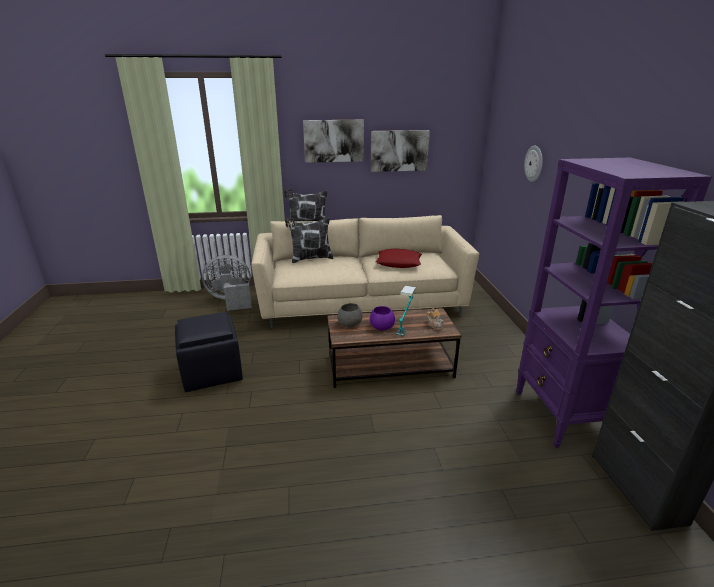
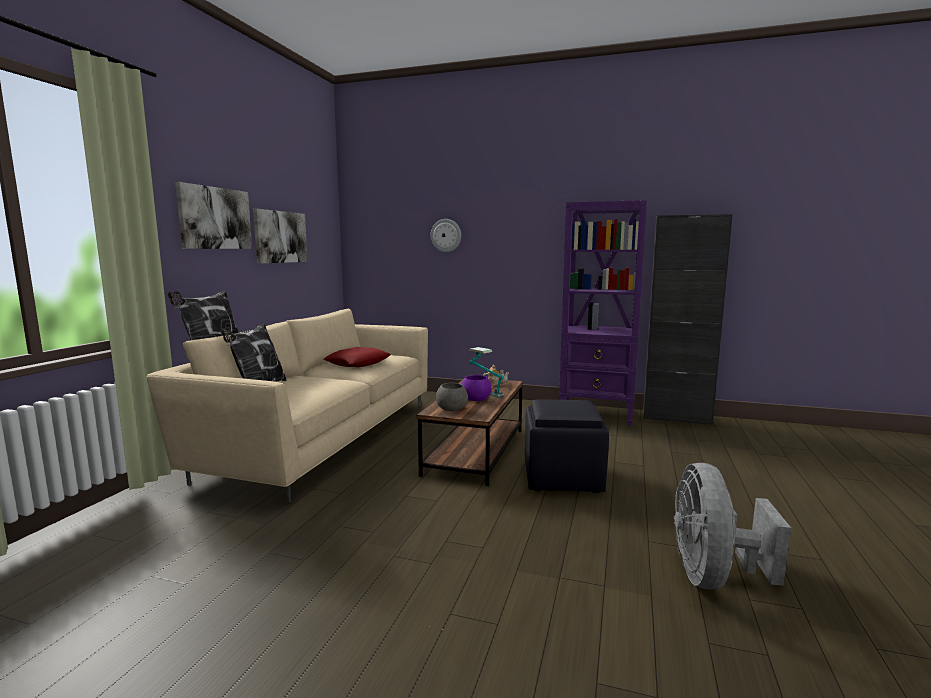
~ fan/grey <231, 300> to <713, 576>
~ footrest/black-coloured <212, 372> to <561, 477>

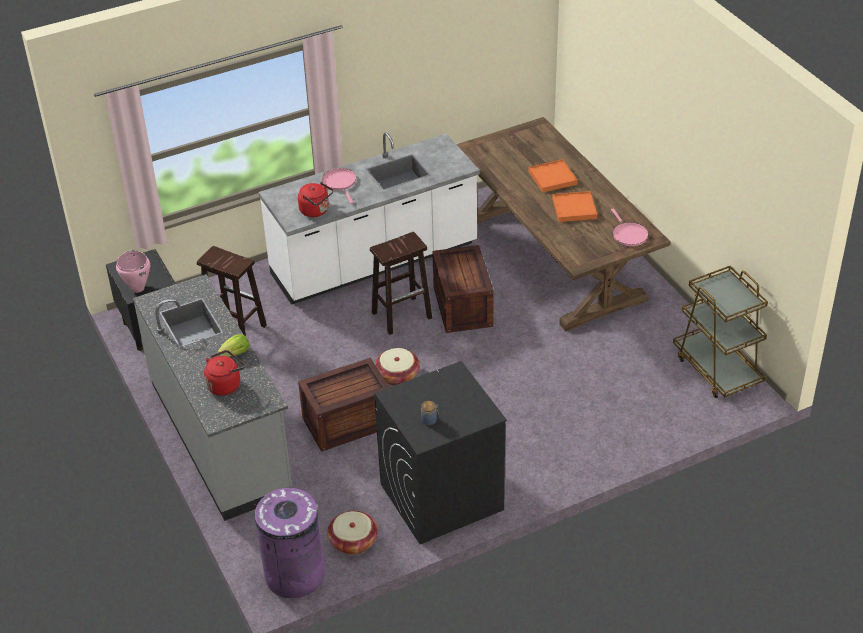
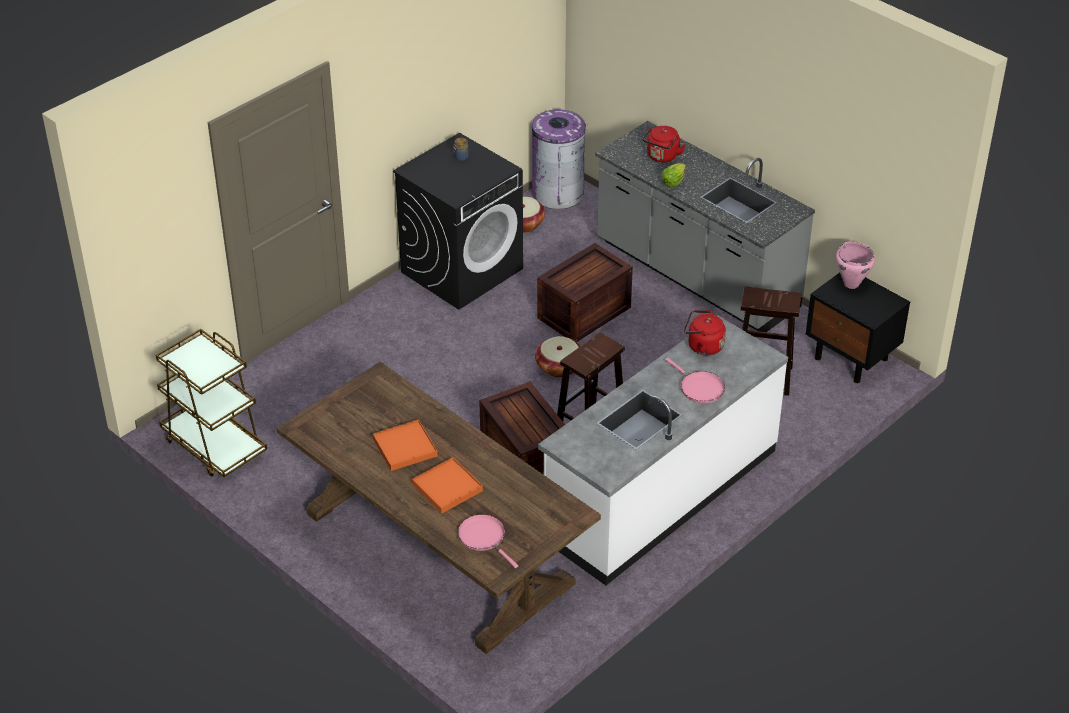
~ skillet/pinkish <628, 235> to <484, 537>

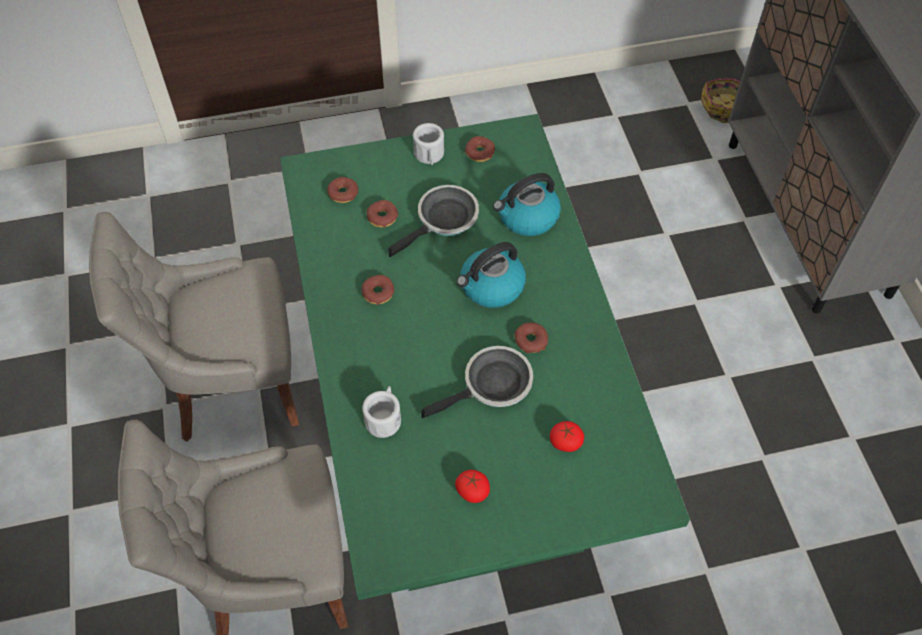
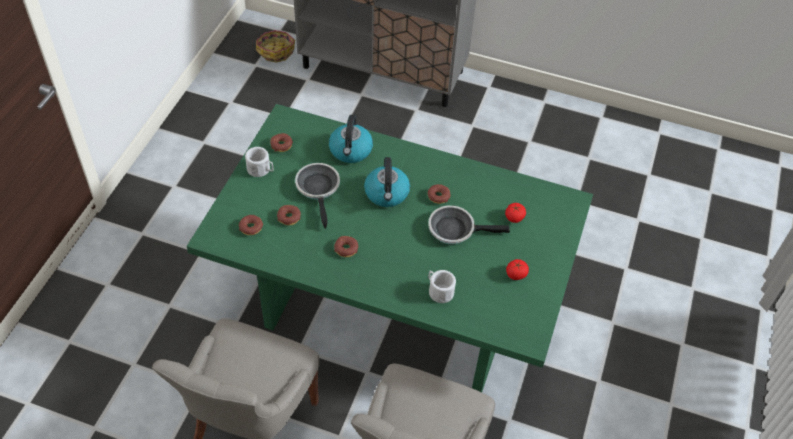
~ skillet <492, 386> = <455, 229> 90 degrees counterclockwise

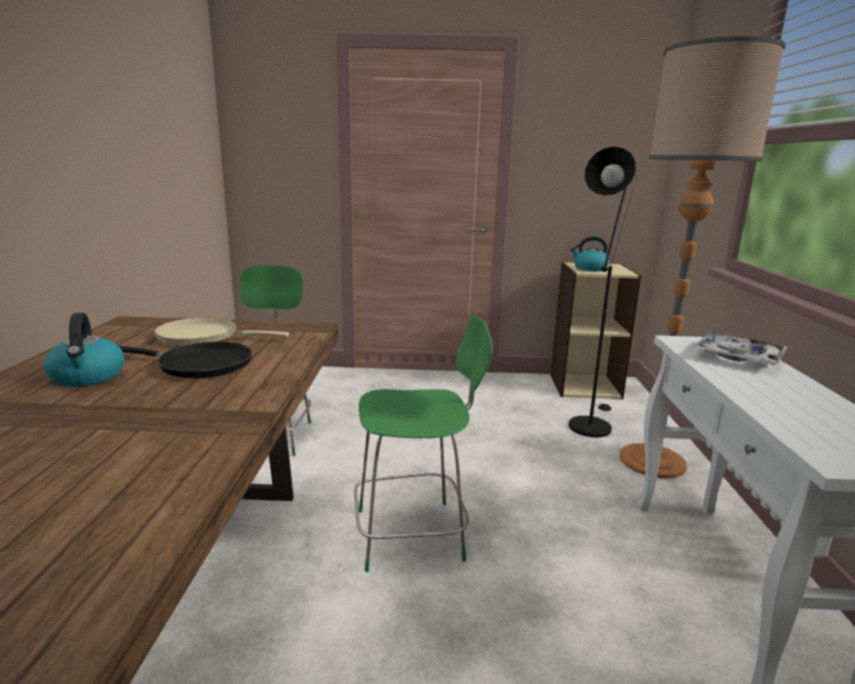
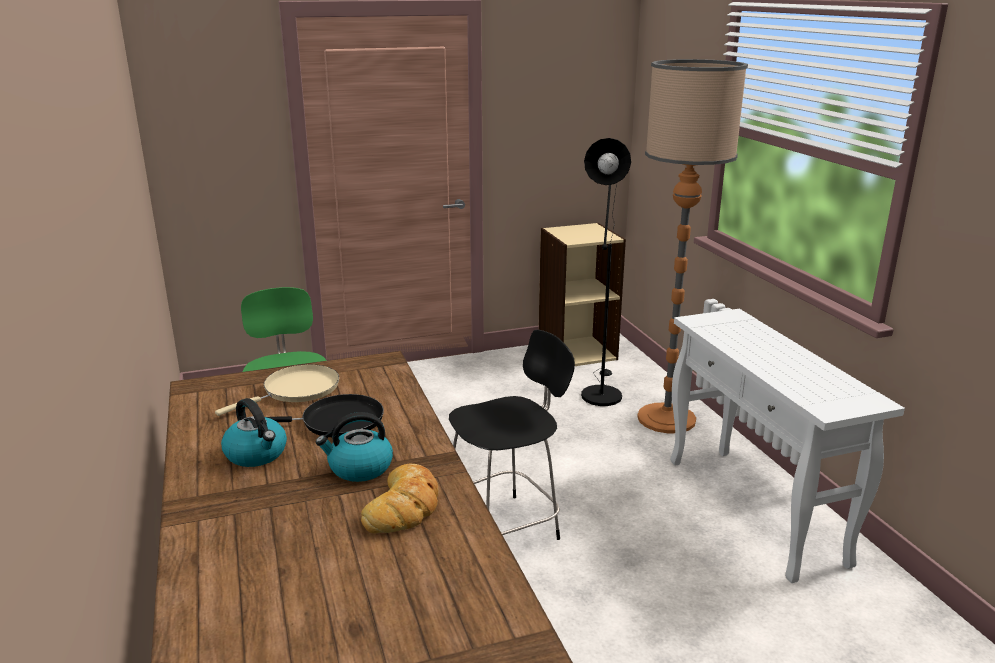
~ water kettle <589, 269> to <359, 468>
~ upright chair/green-coloured <414, 534> to upright chair/black-coloured <505, 528>
~ skillet/beige <204, 336> = <296, 390> 150 degrees clockwise
- carrying tray <738, 357>
+ bakery bread <405, 506>

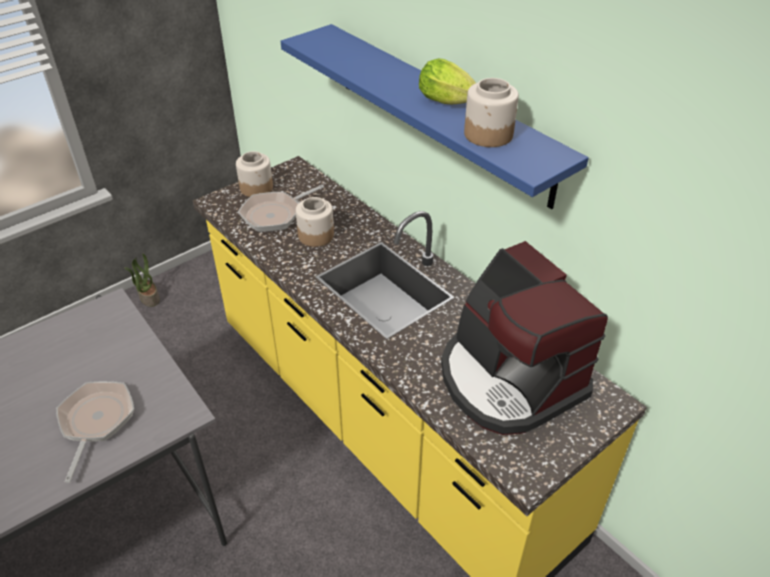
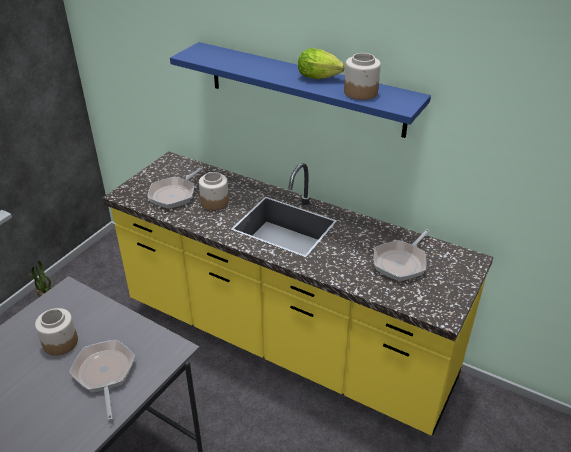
~ preserve jar <256, 187> to <60, 342>
~ coffee machine <509, 379> to skillet <401, 262>

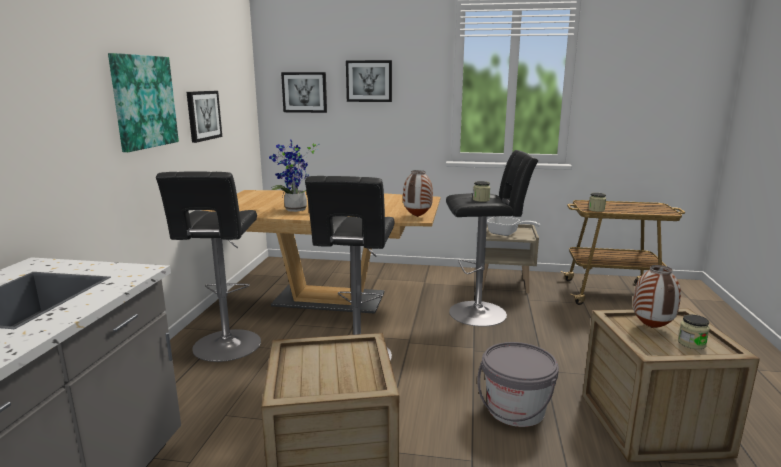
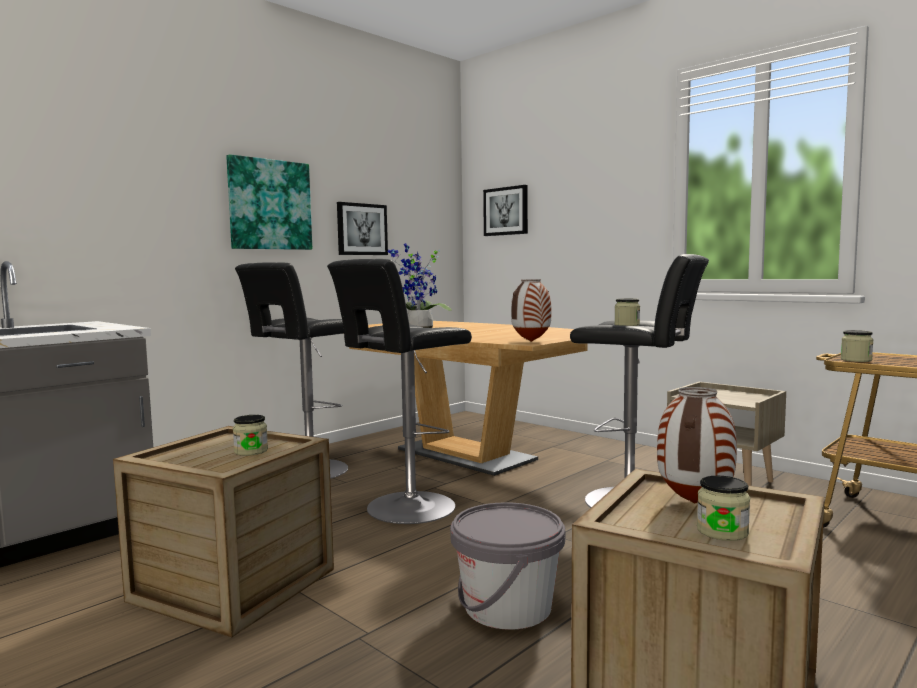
- picture <369, 81>
- skillet <506, 234>
+ preserve jar <251, 451>

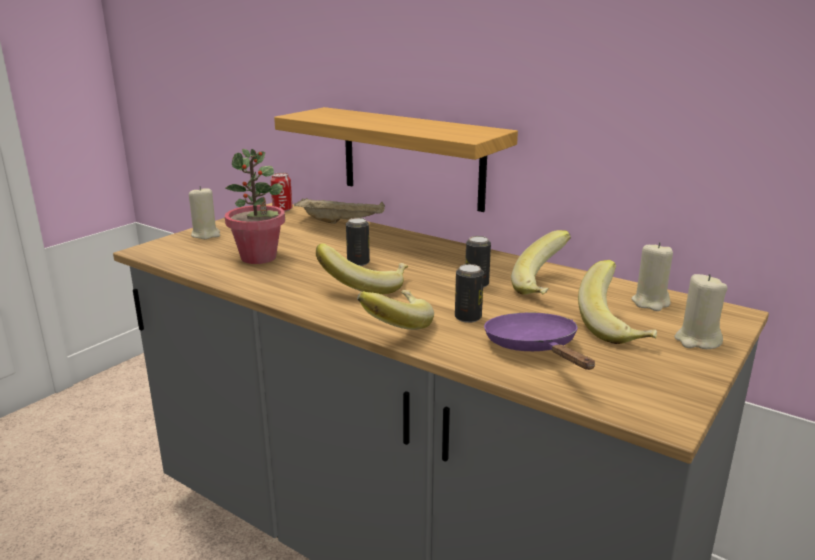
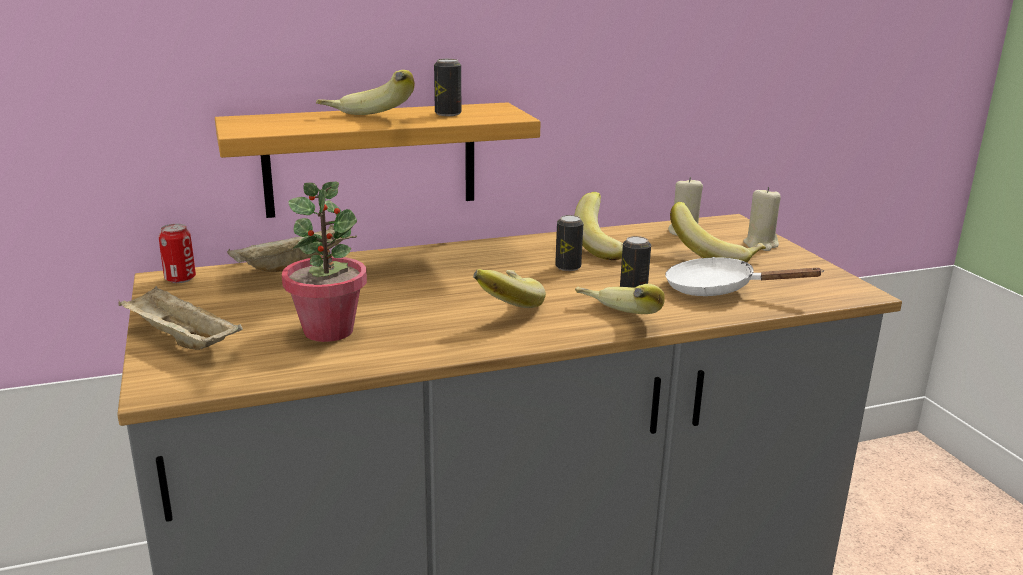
~ candle/beige <206, 234> to carrying tray/beige <180, 339>
~ sealed can <358, 263> to <448, 114>
~ skillet/purplish <534, 348> to skillet/whitish <718, 290>
+ whole banana <366, 120>

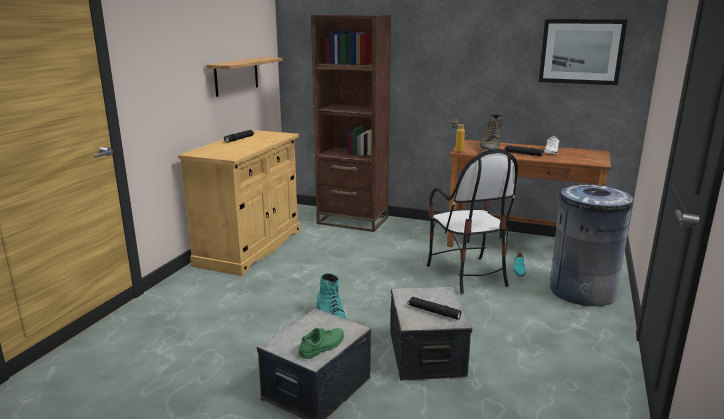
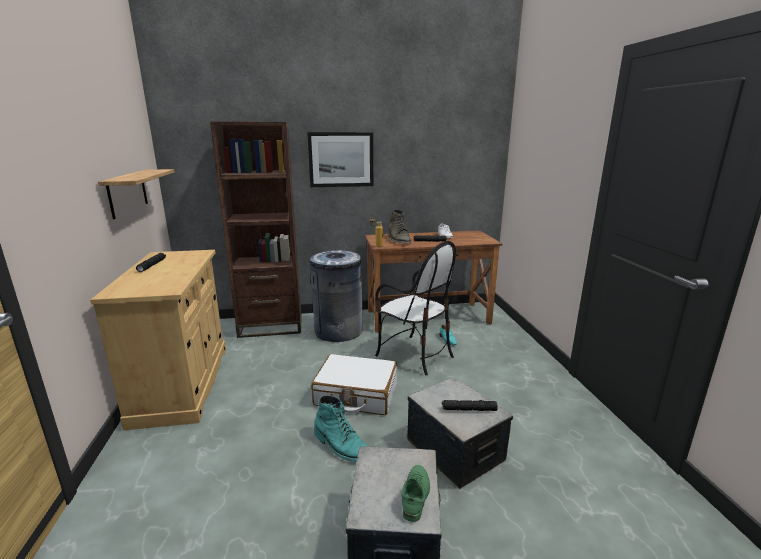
~ picture <581, 51> to <341, 159>
~ waste bin/grey <582, 291> to <338, 331>
+ suitcase/whitish <356, 394>

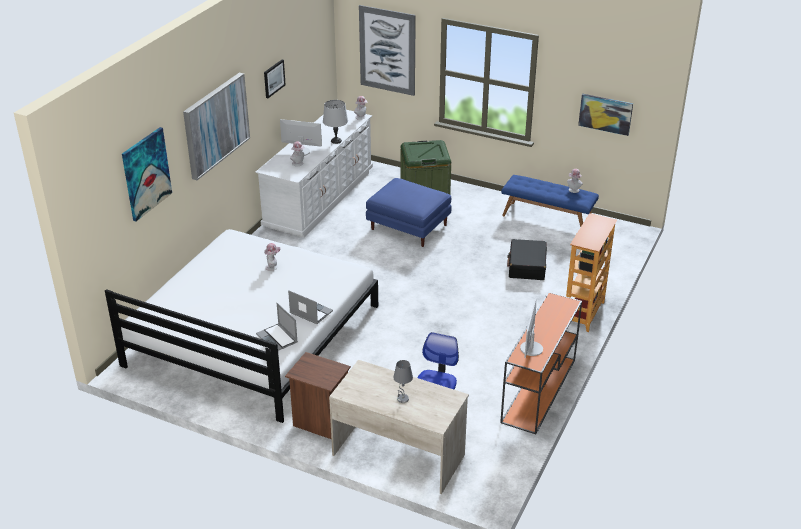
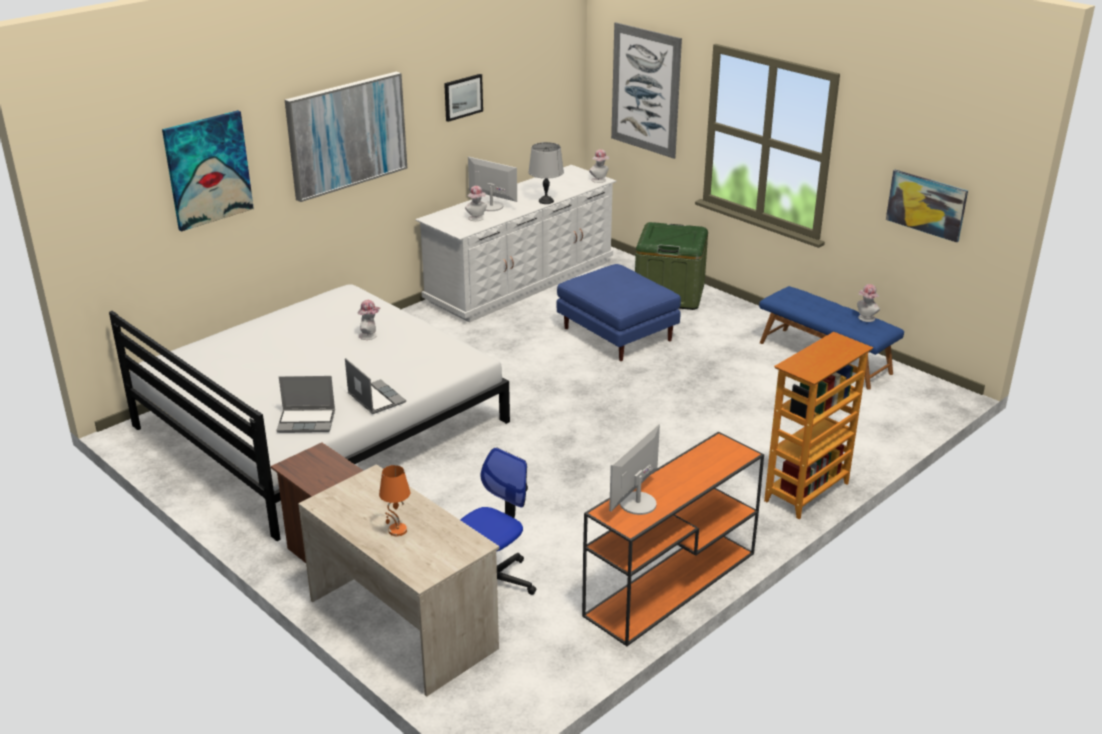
- suitcase/black-coloured <527, 266>
~ notebook computer <277, 339> = <307, 421> 75 degrees counterclockwise
~ tabletop lamp/grey <403, 399> to tabletop lamp/orange-coloured <397, 531>

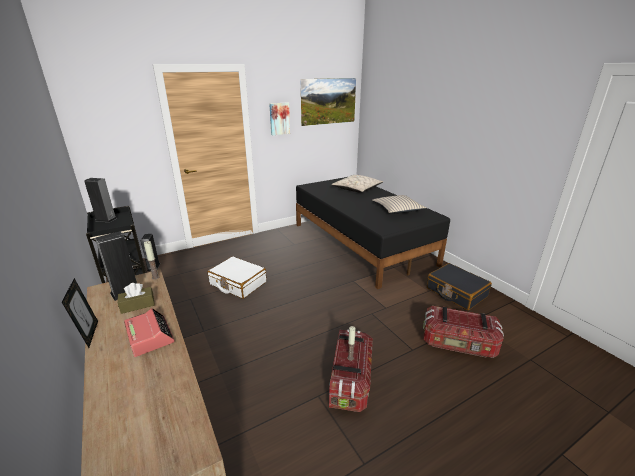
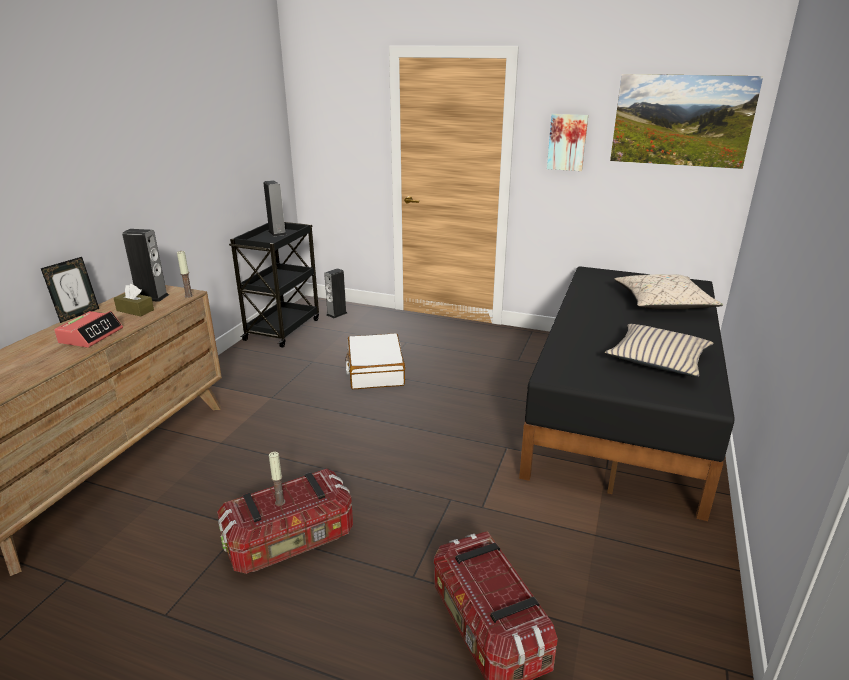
- suitcase/black-coloured <456, 292>

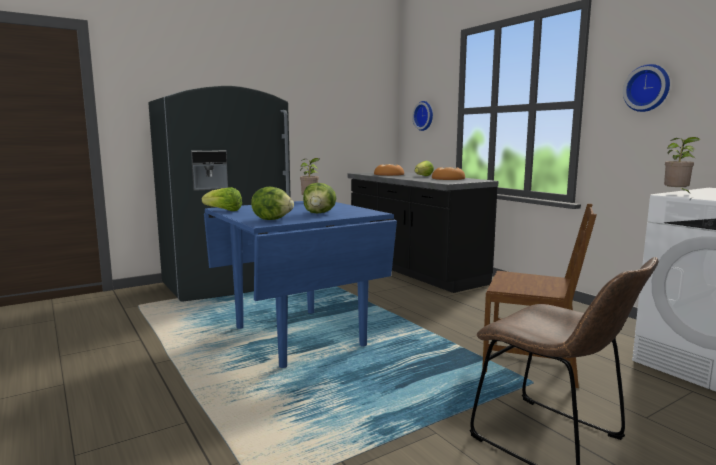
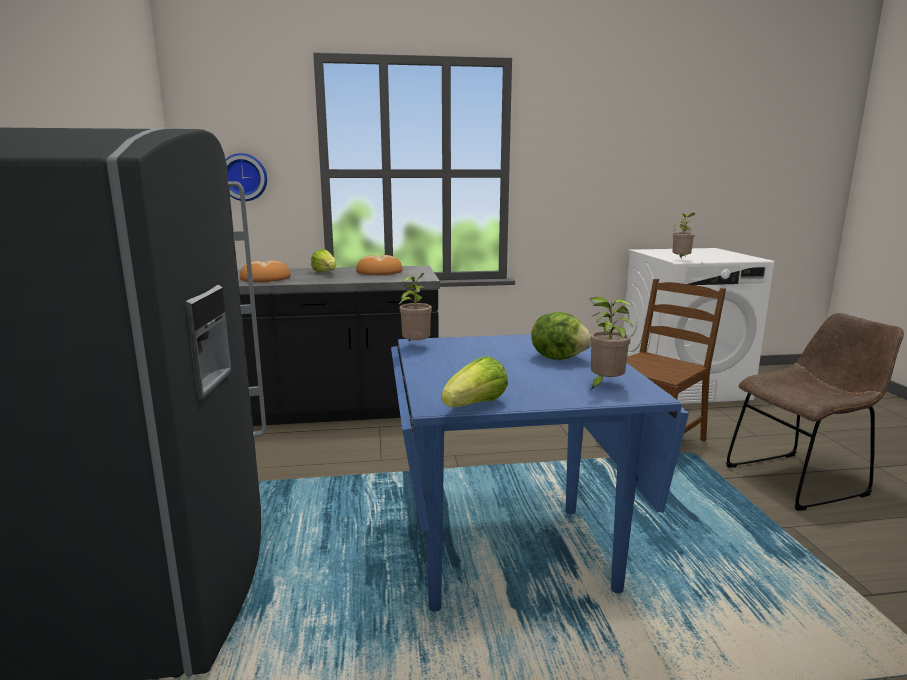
- wall clock <647, 88>
~ lettuce head <272, 219> to houseplant <604, 385>

